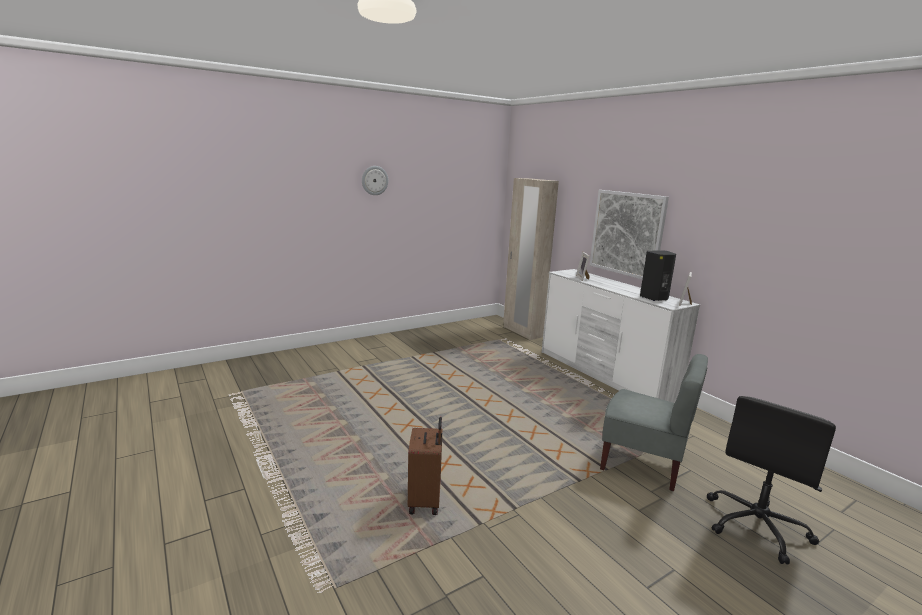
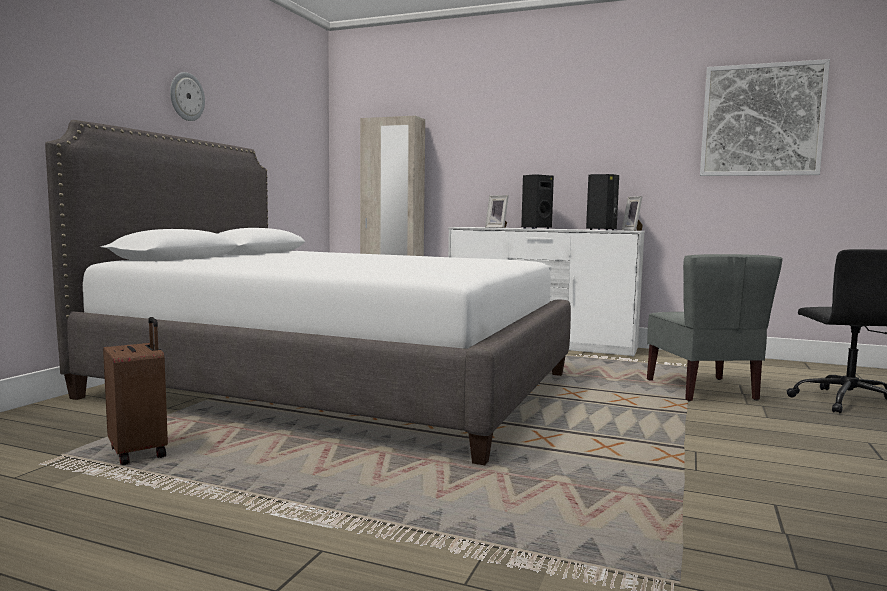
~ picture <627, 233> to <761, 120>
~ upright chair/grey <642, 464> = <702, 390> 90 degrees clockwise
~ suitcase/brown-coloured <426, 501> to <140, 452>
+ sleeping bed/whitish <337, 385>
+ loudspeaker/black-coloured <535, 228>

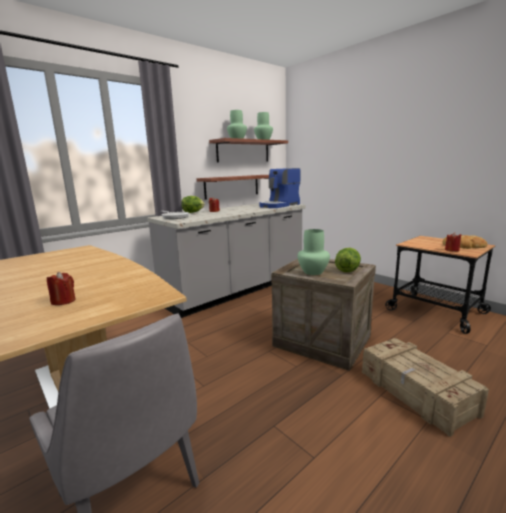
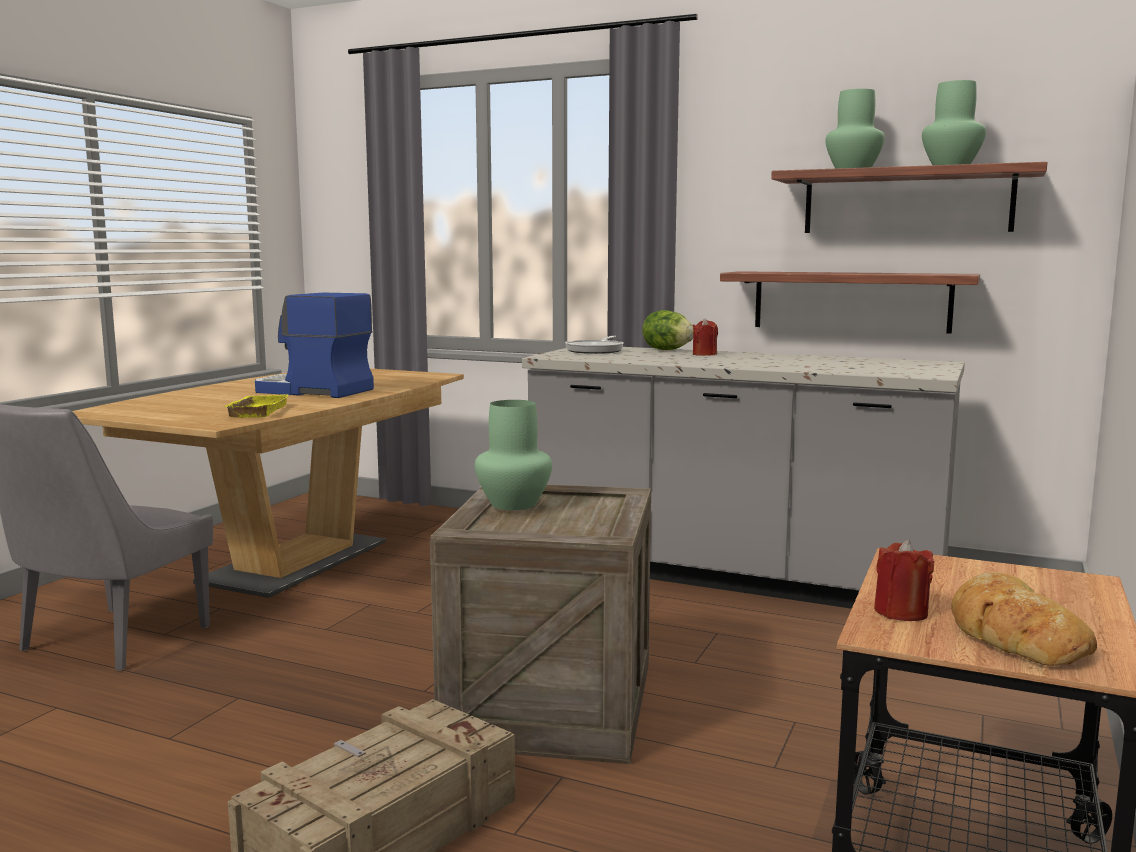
~ coffee machine <280, 205> to <312, 391>
- lettuce head <347, 270>
- candle/red-coloured <63, 301>
+ carrying tray/yellowish <255, 411>

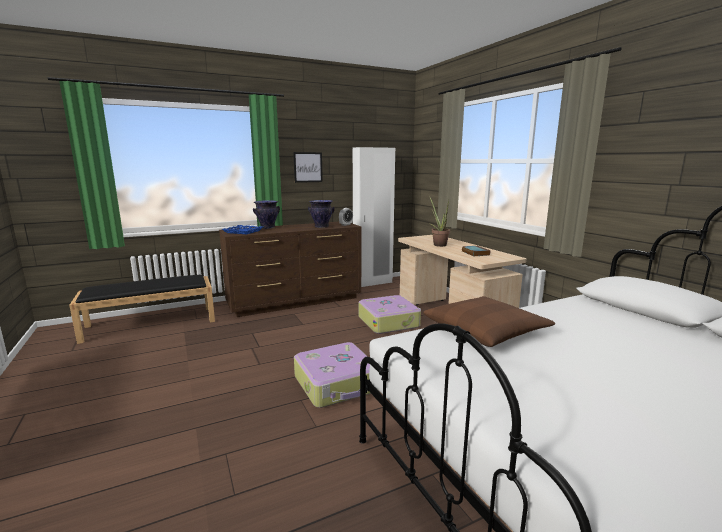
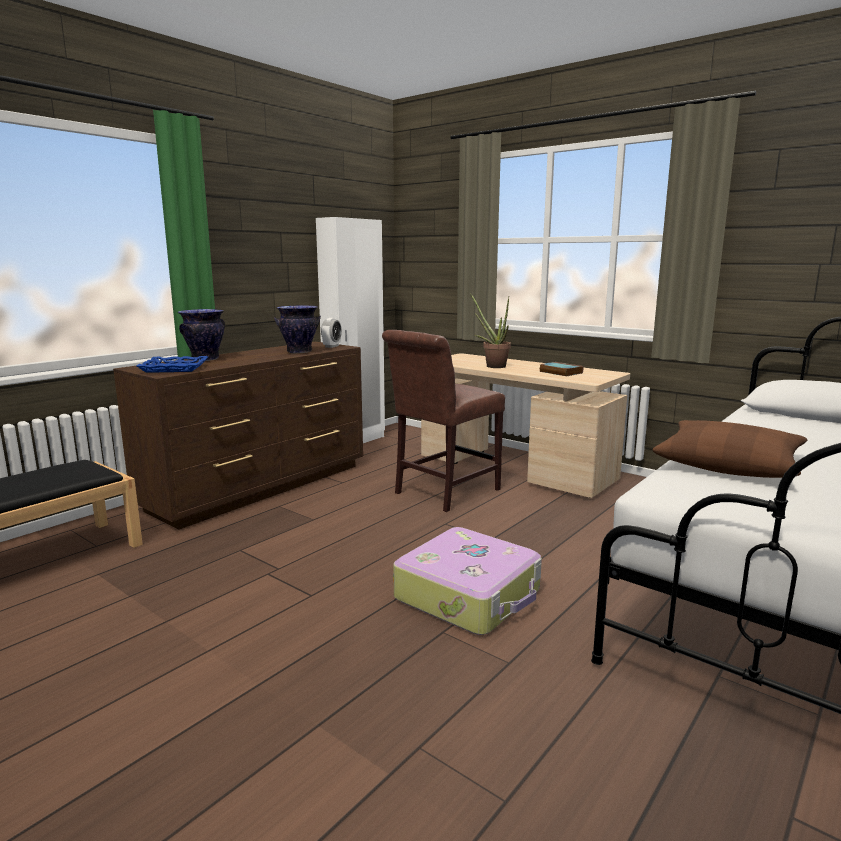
- picture <308, 167>
~ suitcase <389, 321> to upright chair/brown-coloured <442, 492>

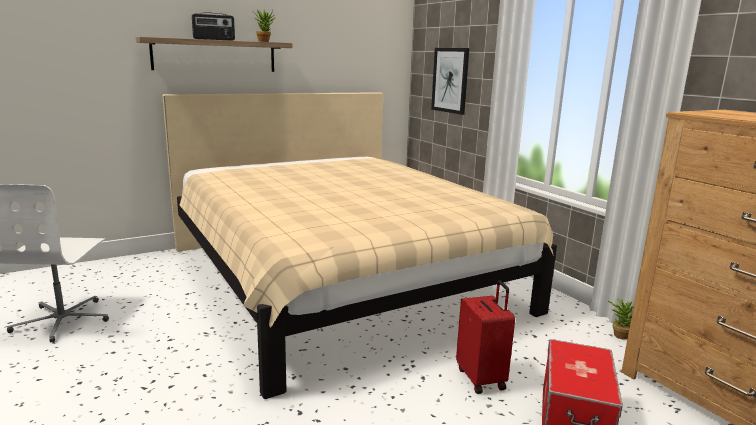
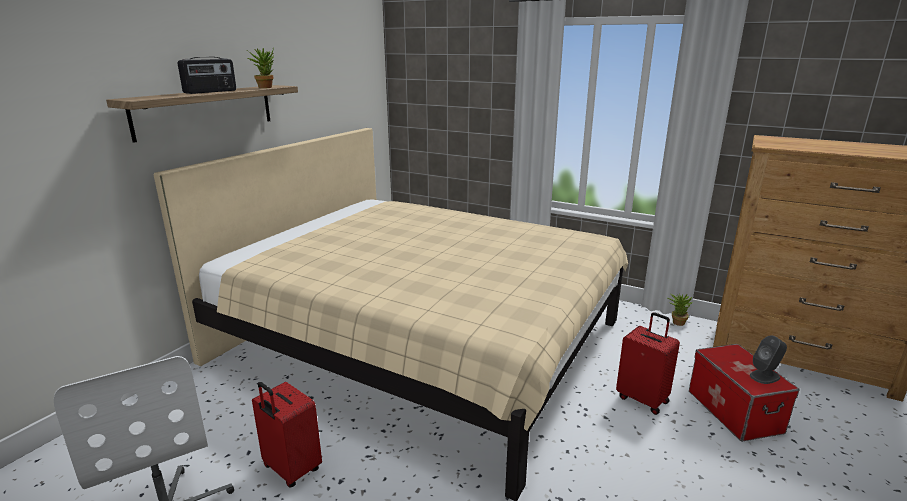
- picture <450, 80>
+ loudspeaker/grey <765, 376>
+ suitcase/red-coloured <291, 469>

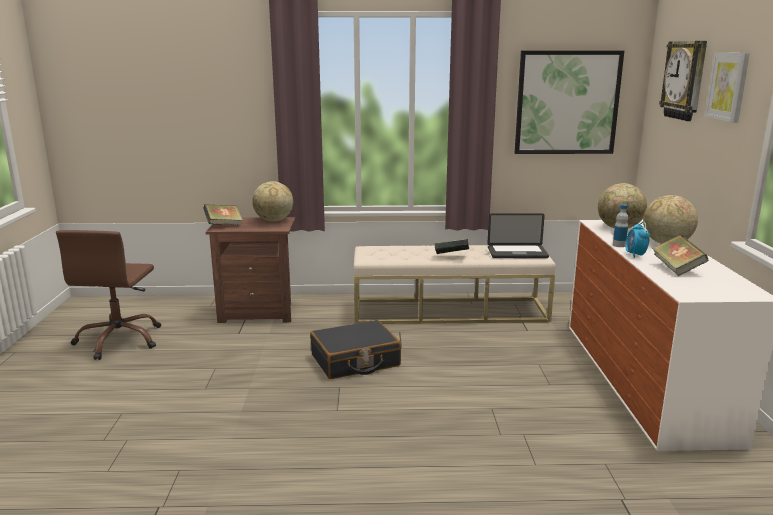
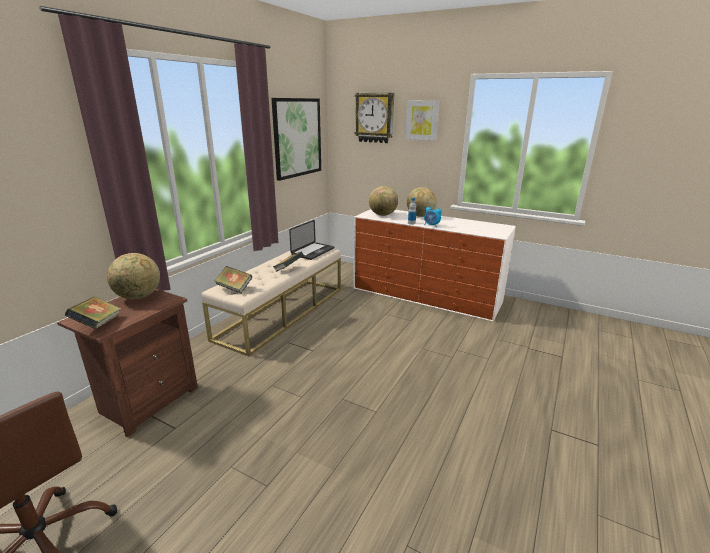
~ volume <677, 269> to <234, 288>
- suitcase/black-coloured <355, 361>

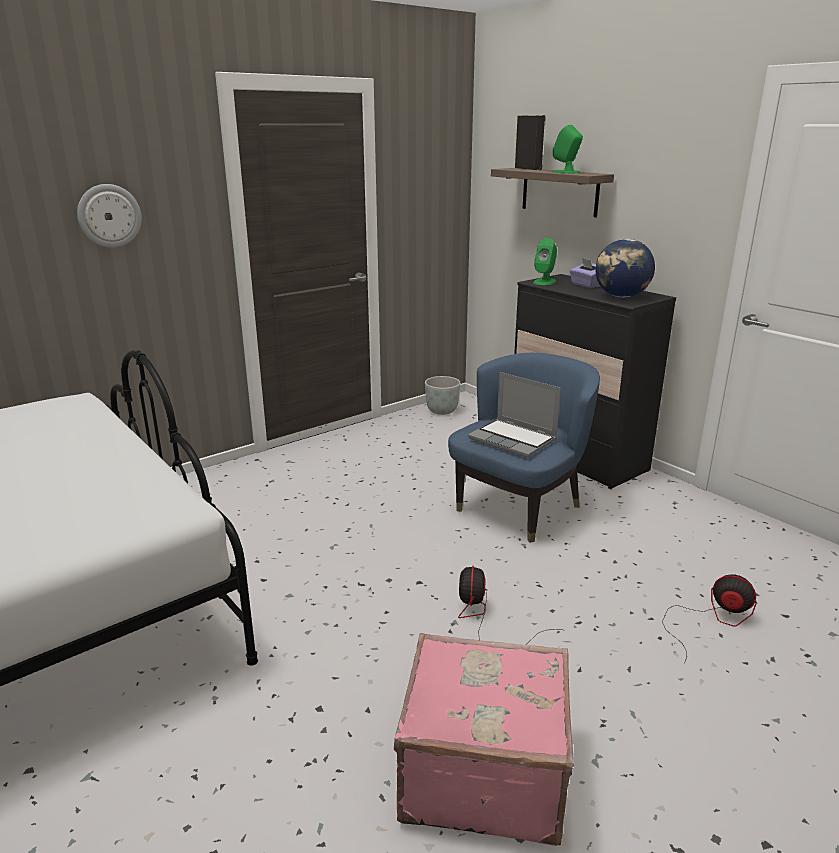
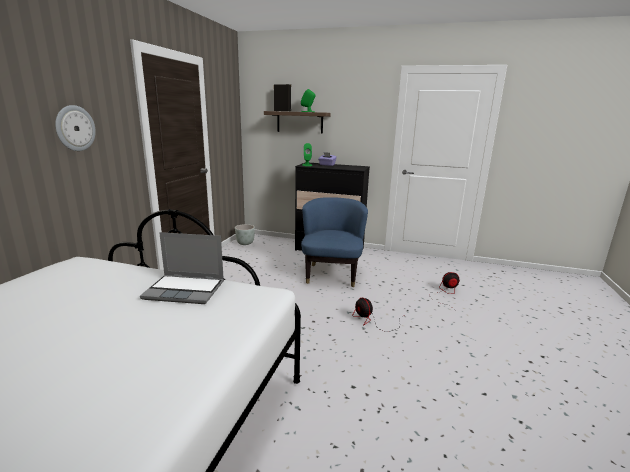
- world globe <621, 296>
~ notebook computer <513, 440> to <186, 290>
- suitcase/pinkish <482, 771>

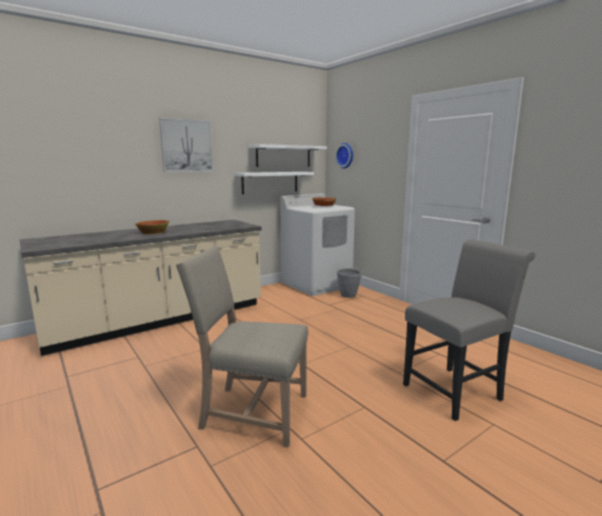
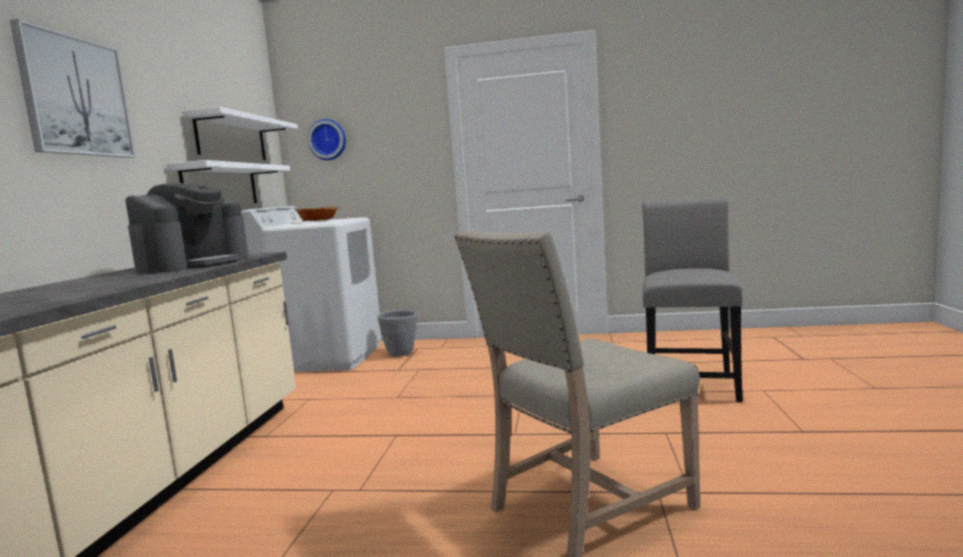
- serving bowl <153, 232>
+ coffee machine <194, 264>

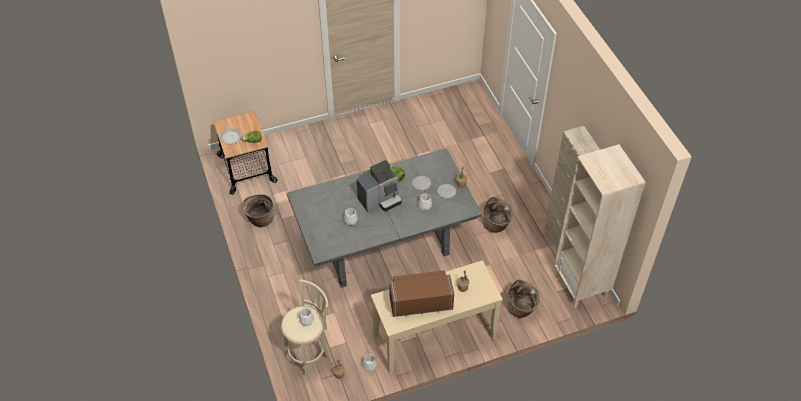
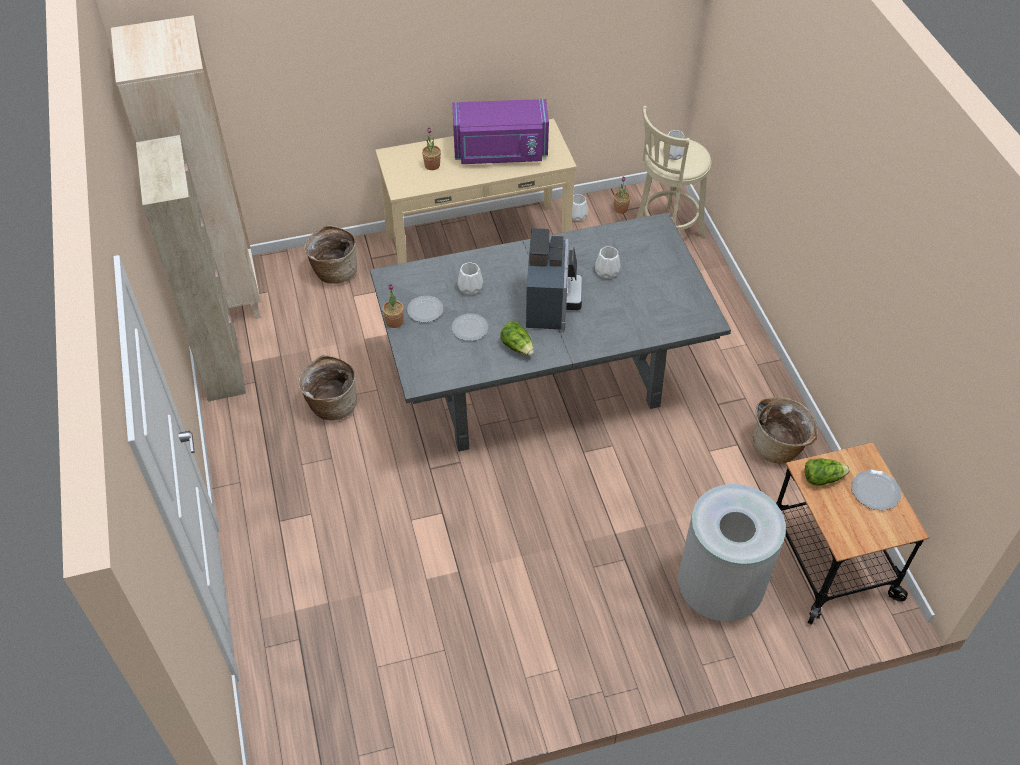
~ coffee machine <380, 200> = <551, 304> 120 degrees clockwise
~ microwave/brown-coloured <420, 302> to microwave/purplish <500, 152>
+ waste bin/grey <719, 591>

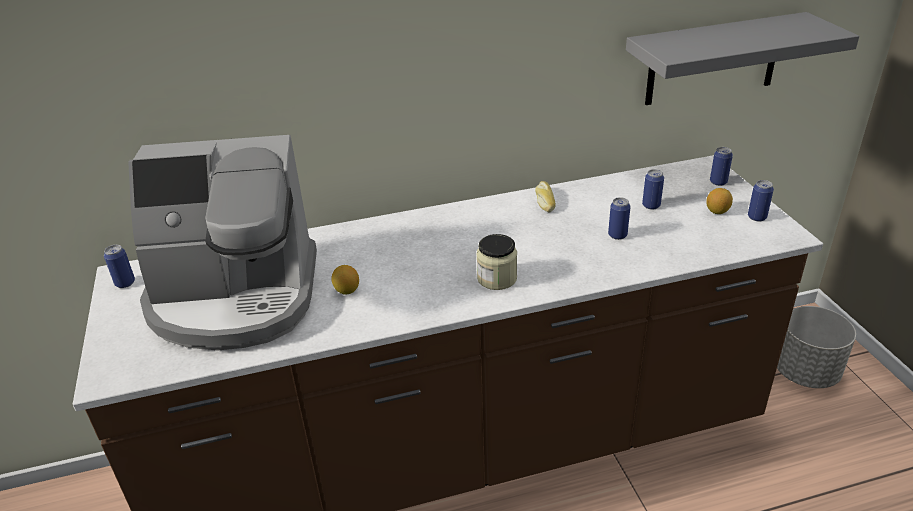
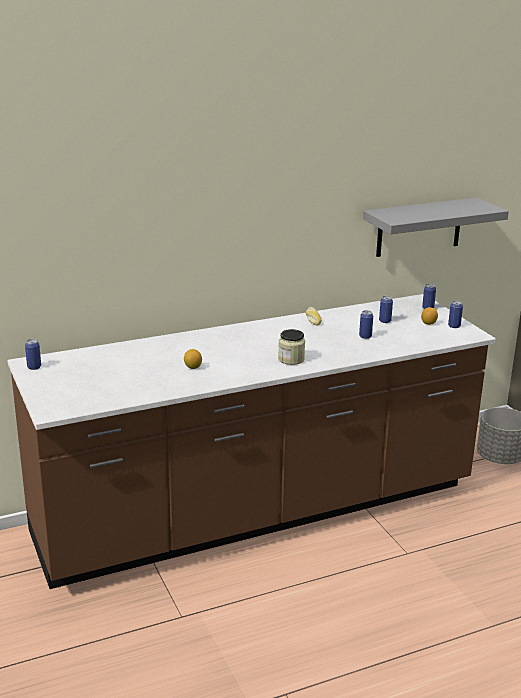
- coffee machine <235, 298>

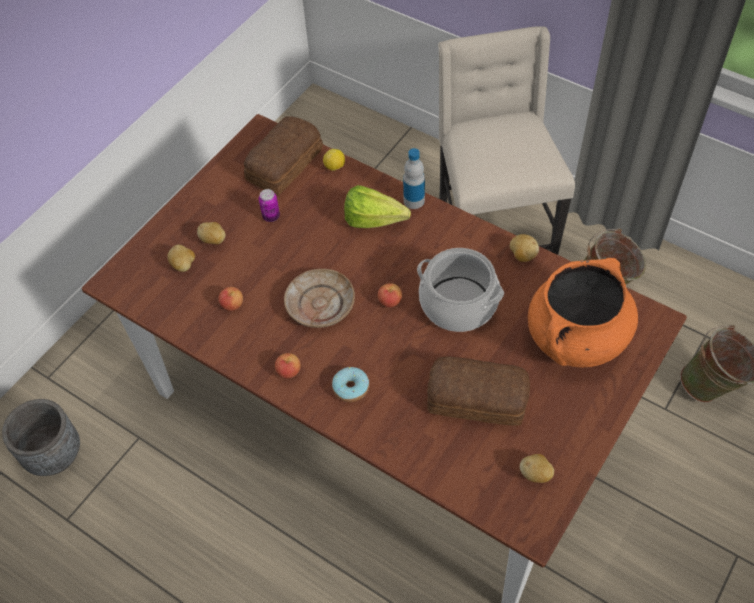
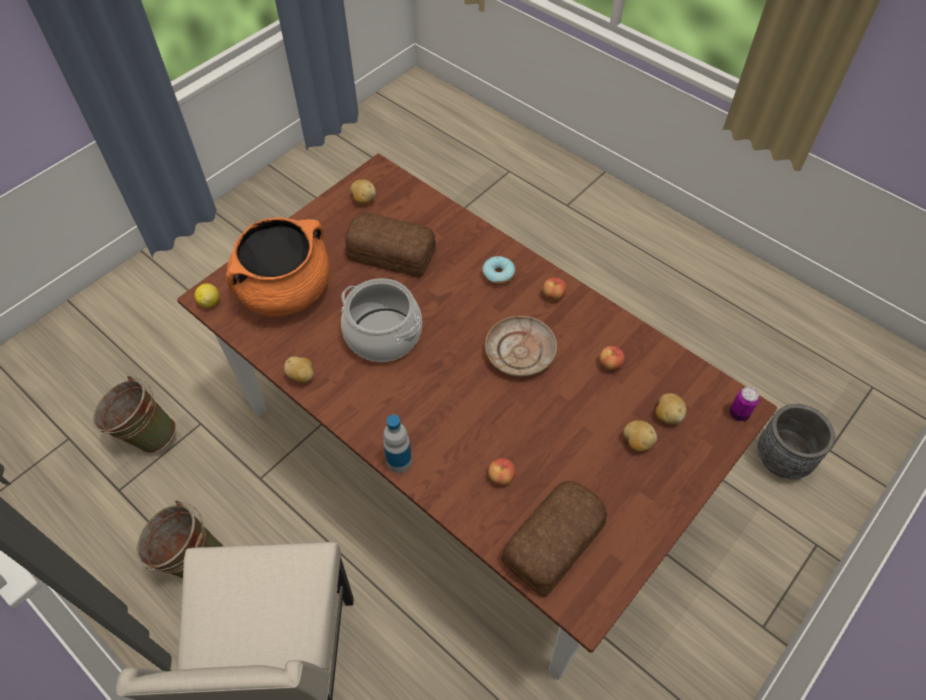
~ lemon <334, 167> to <210, 302>
- lettuce head <378, 223>
~ sealed can <271, 216> to <738, 414>
~ whole apple <390, 301> to <501, 477>

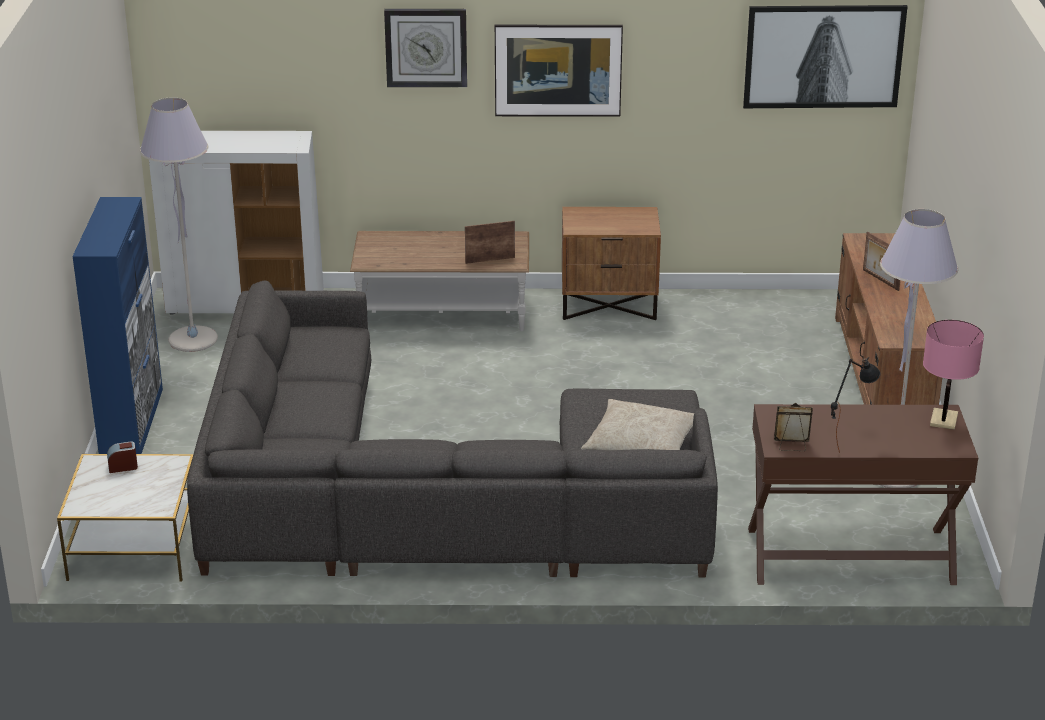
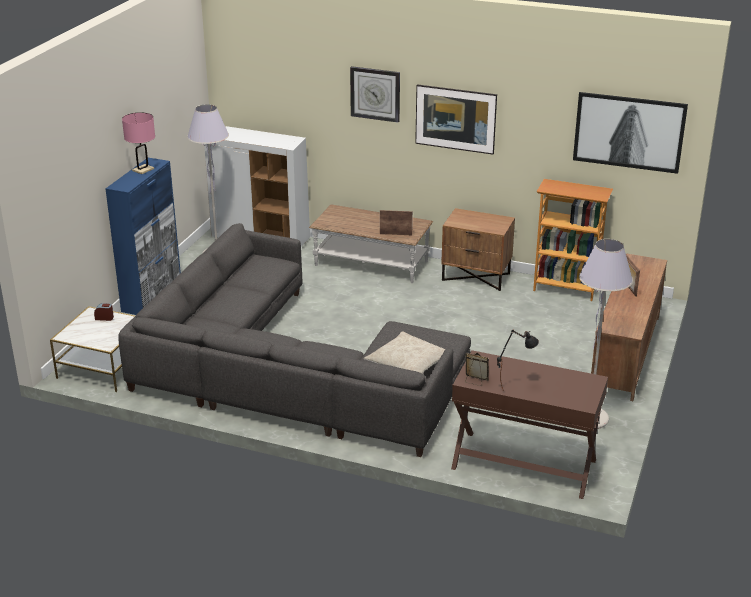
~ tabletop lamp/pinkish <944, 420> to <143, 170>
+ shelving unit <565, 289>

